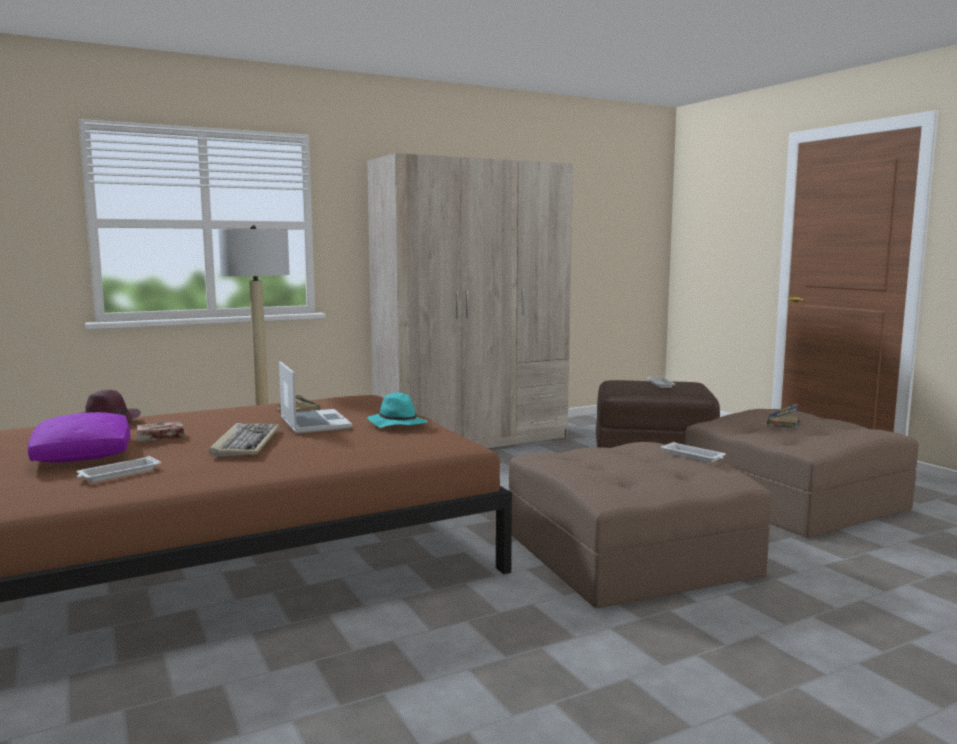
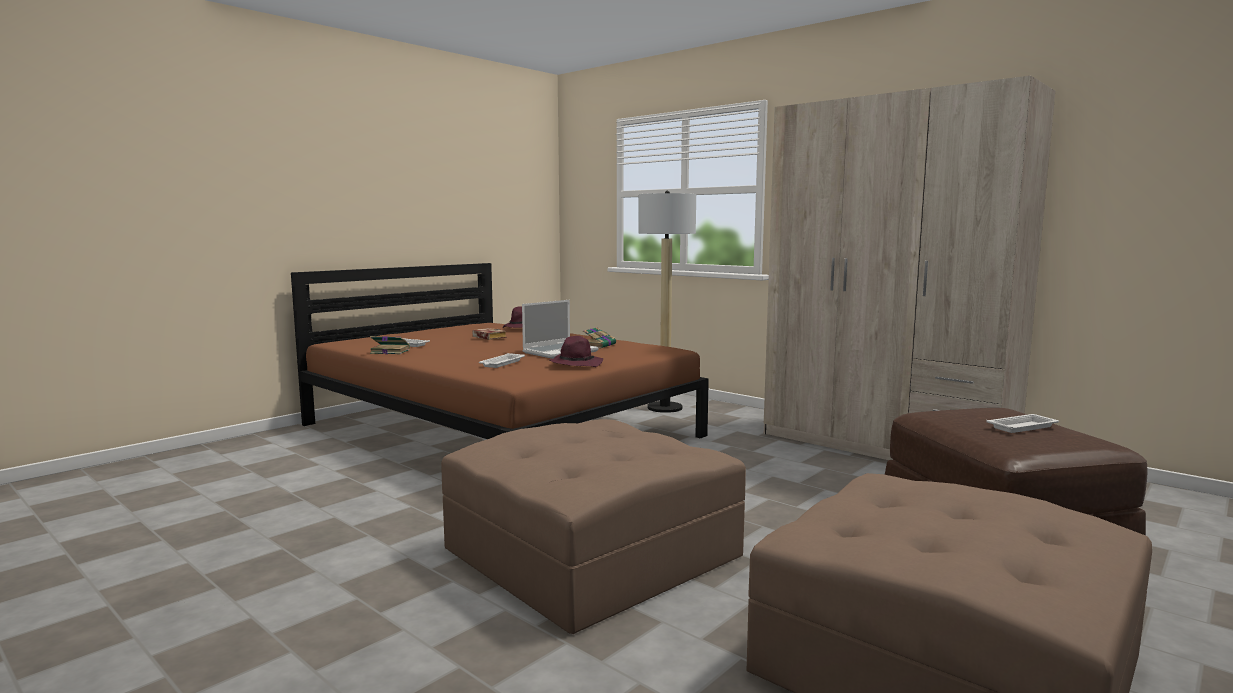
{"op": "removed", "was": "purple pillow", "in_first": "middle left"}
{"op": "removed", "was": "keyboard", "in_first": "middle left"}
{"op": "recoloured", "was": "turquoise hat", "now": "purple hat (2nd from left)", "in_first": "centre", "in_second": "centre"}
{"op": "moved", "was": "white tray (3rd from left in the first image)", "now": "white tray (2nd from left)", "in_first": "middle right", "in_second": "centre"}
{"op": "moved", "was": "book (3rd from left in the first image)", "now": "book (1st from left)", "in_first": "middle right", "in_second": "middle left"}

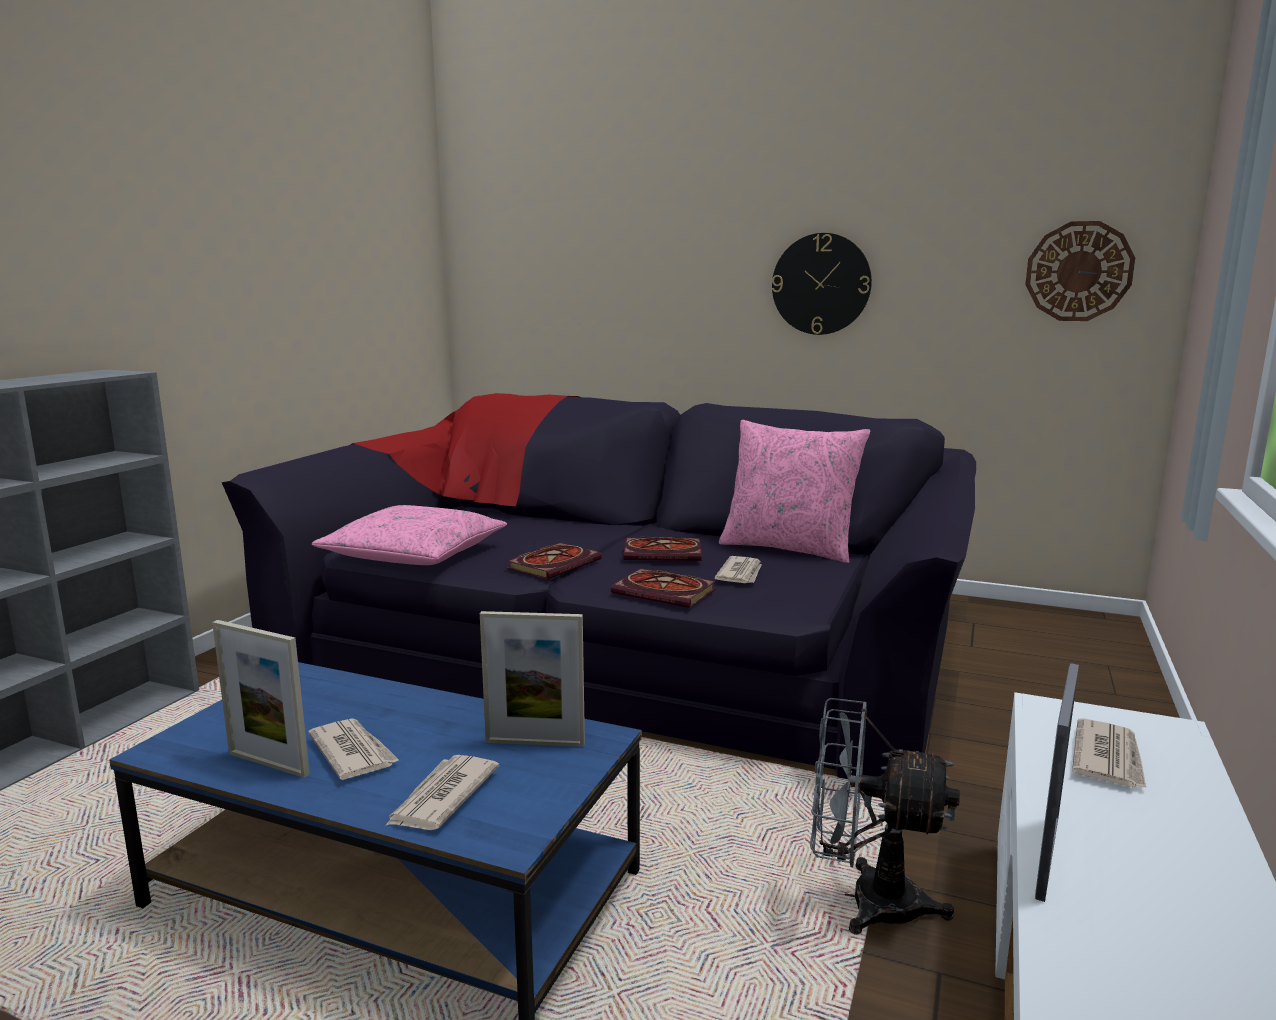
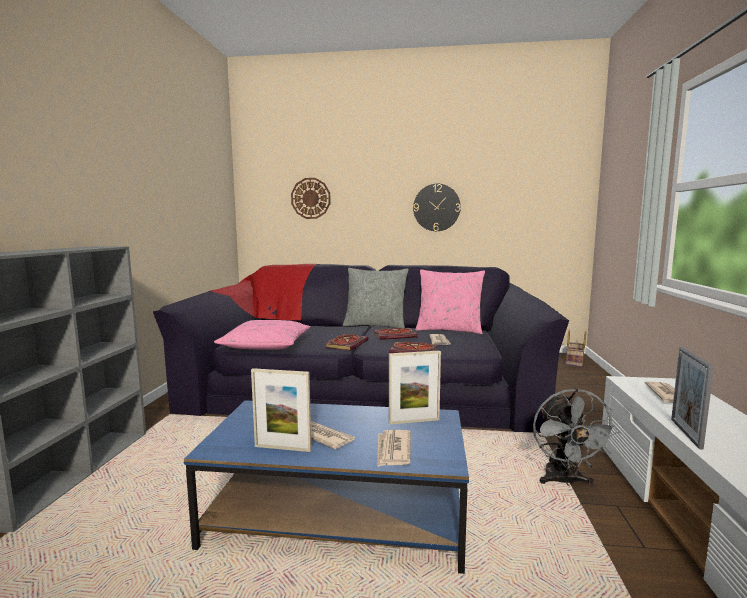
{"op": "turned", "was": "grey fan", "in_first": "bottom right", "in_second": "bottom right", "clockwise": -90}
{"op": "moved", "was": "wall clock (2nd from left in the first image)", "now": "wall clock (1st from left)", "in_first": "top right", "in_second": "top centre"}
{"op": "added", "now": "grey pillow", "in_second": "centre"}
{"op": "added", "now": "basket", "in_second": "middle right"}

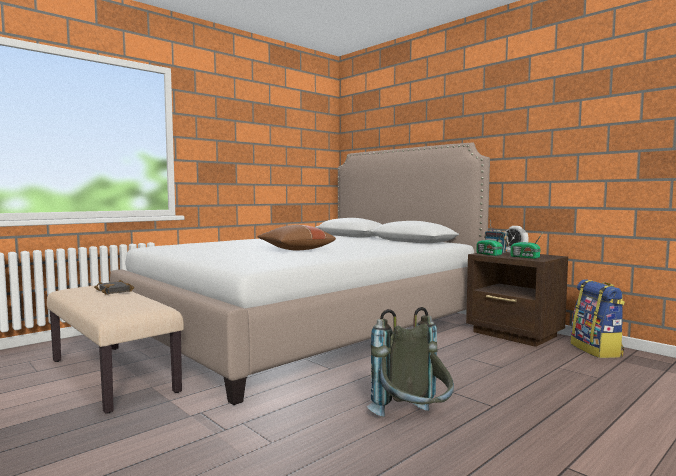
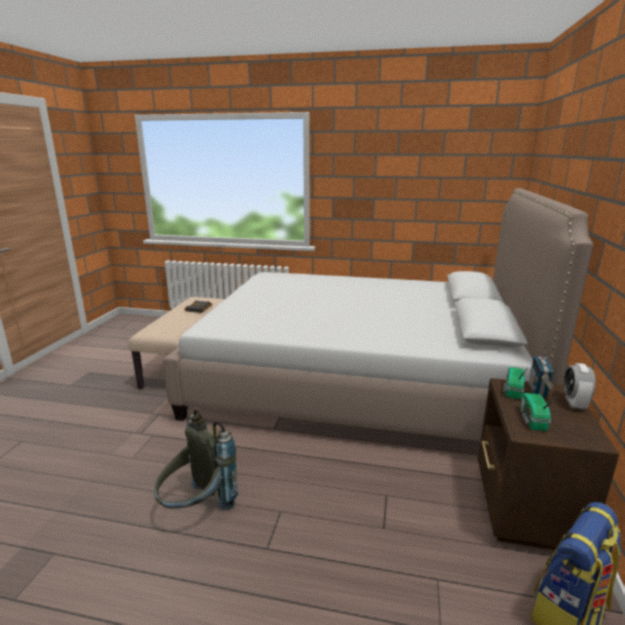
{"op": "removed", "was": "brown pillow", "in_first": "centre"}

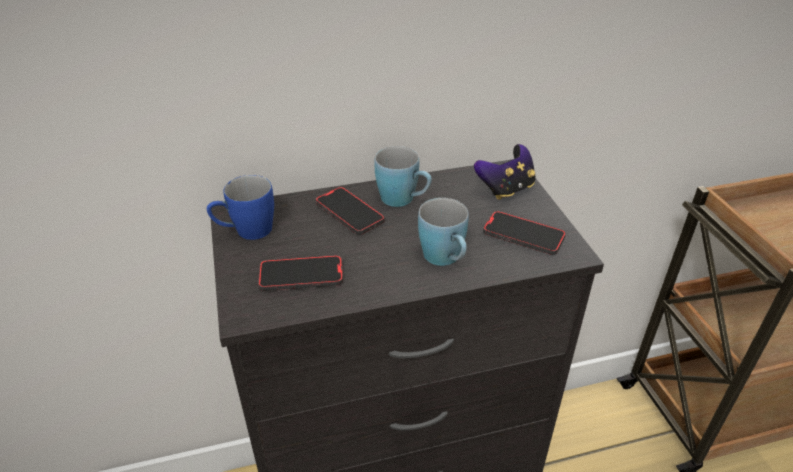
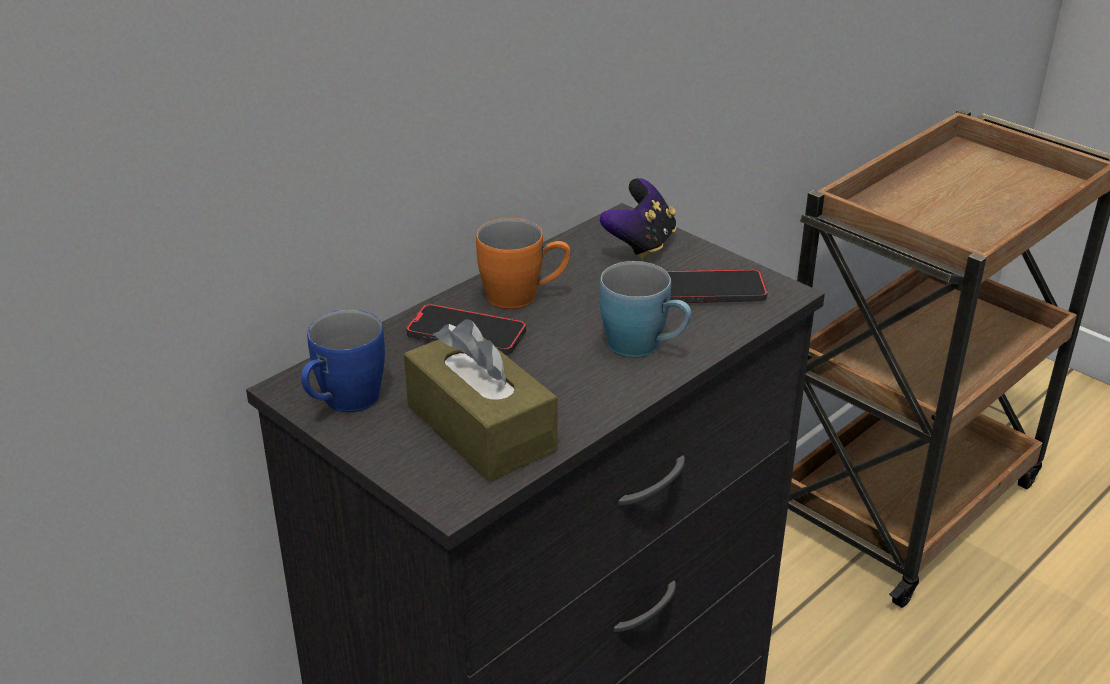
{"op": "replaced", "was": "phone (1st from left)", "now": "brown tissue box", "in_first": "centre", "in_second": "centre"}
{"op": "recoloured", "was": "blue mug (2nd from left)", "now": "orange mug", "in_first": "centre", "in_second": "centre"}

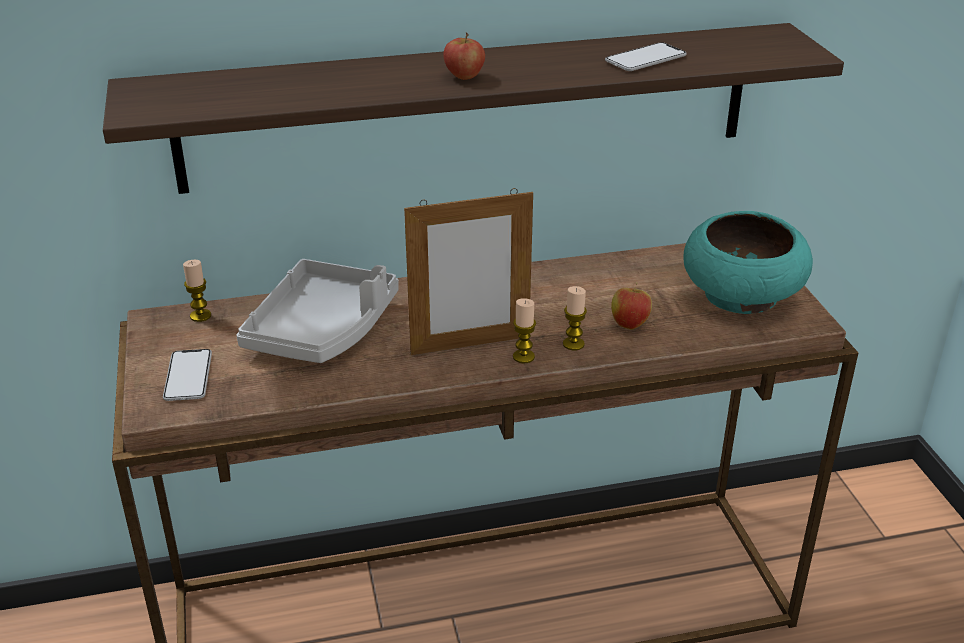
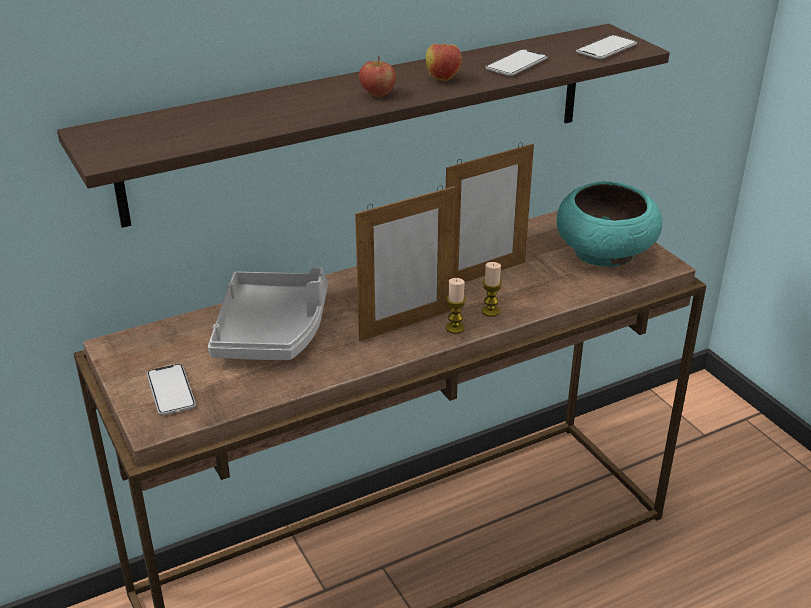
{"op": "removed", "was": "candle (1st from left)", "in_first": "middle left"}
{"op": "moved", "was": "apple (2nd from left)", "in_first": "centre", "in_second": "top centre"}
{"op": "added", "now": "picture frame (2nd from left)", "in_second": "centre"}
{"op": "added", "now": "phone (3rd from left)", "in_second": "top right"}

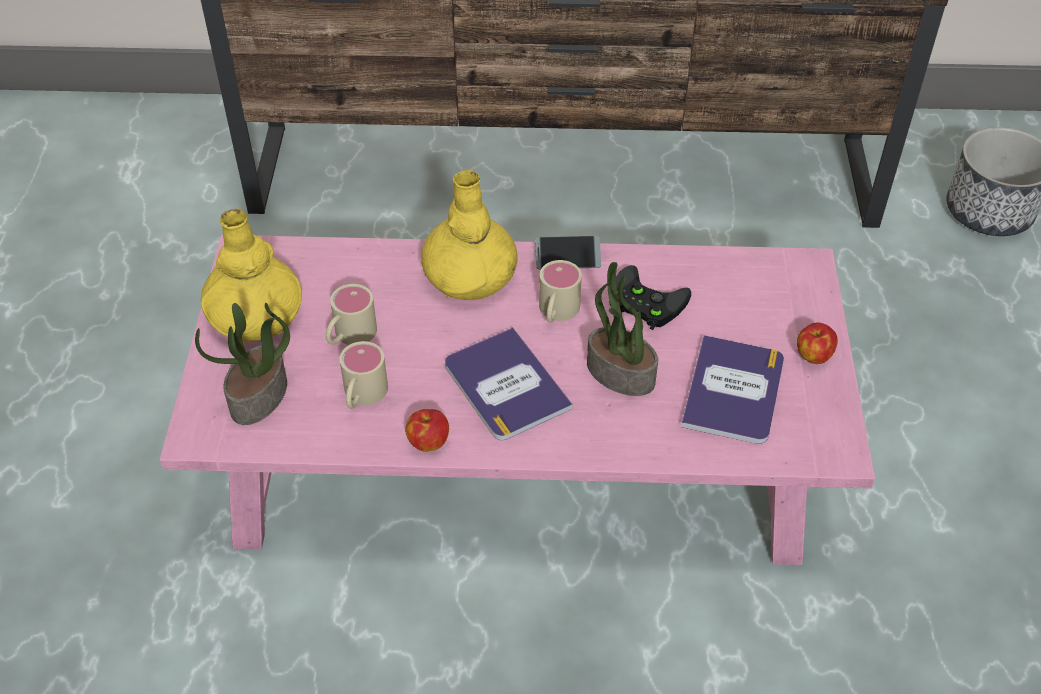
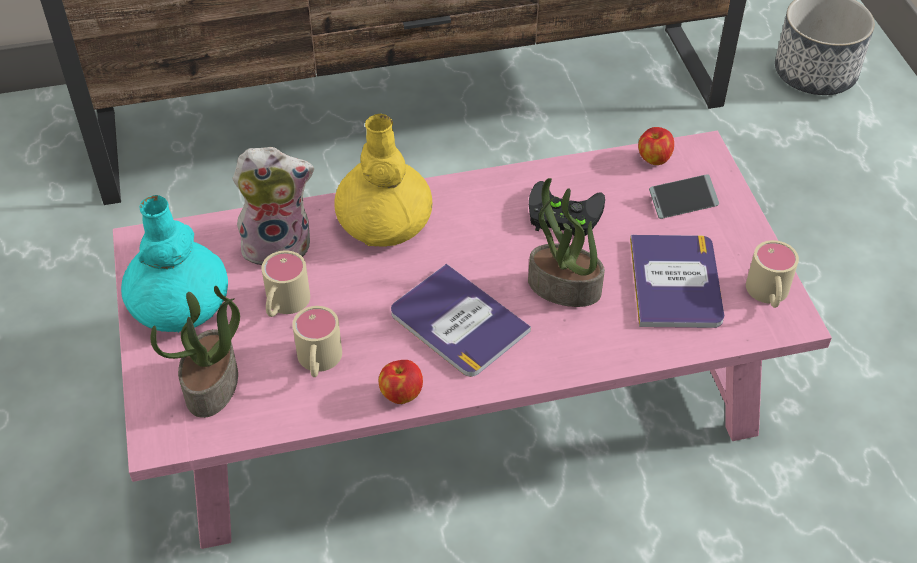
{"op": "recoloured", "was": "yellow vase (1st from left)", "now": "turquoise vase", "in_first": "middle left", "in_second": "middle left"}
{"op": "moved", "was": "phone", "in_first": "centre", "in_second": "middle right"}
{"op": "moved", "was": "beige mug (3rd from left)", "in_first": "centre", "in_second": "middle right"}
{"op": "moved", "was": "apple (2nd from left)", "in_first": "middle right", "in_second": "top right"}
{"op": "added", "now": "plush toy", "in_second": "middle left"}

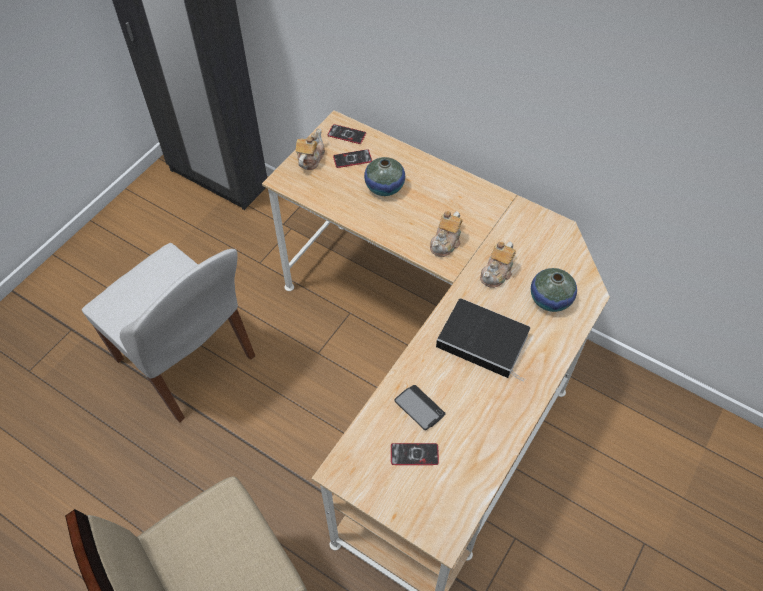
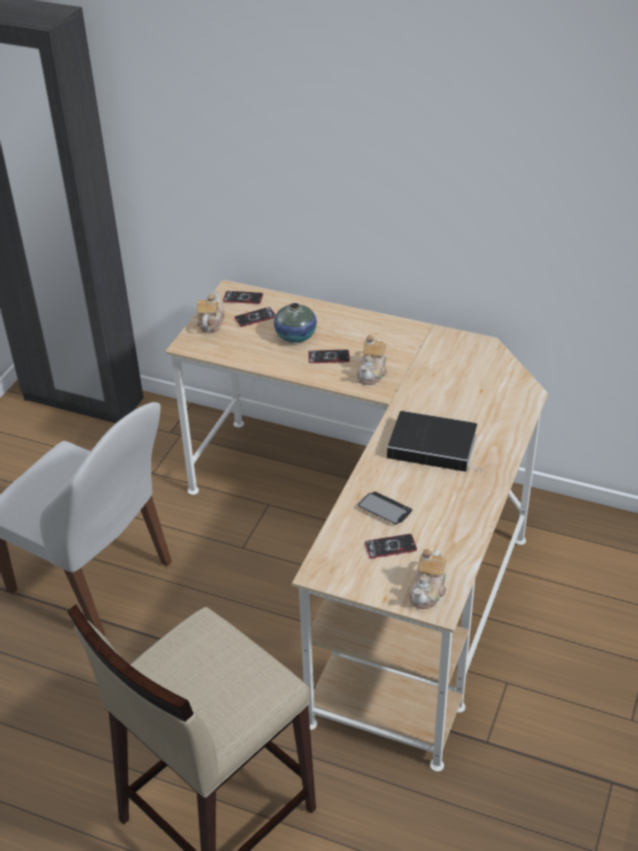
{"op": "moved", "was": "teapot (3rd from left)", "in_first": "centre", "in_second": "bottom right"}
{"op": "removed", "was": "vase (2nd from left)", "in_first": "middle right"}
{"op": "added", "now": "phone (3rd from left)", "in_second": "centre"}

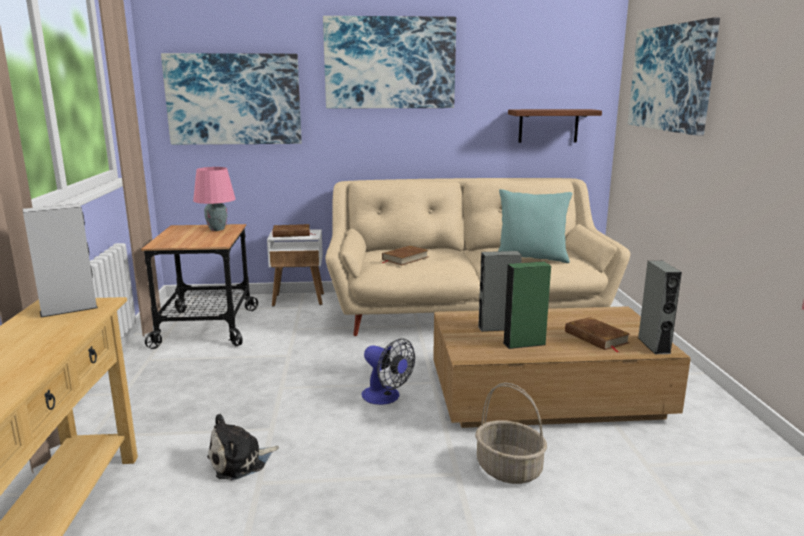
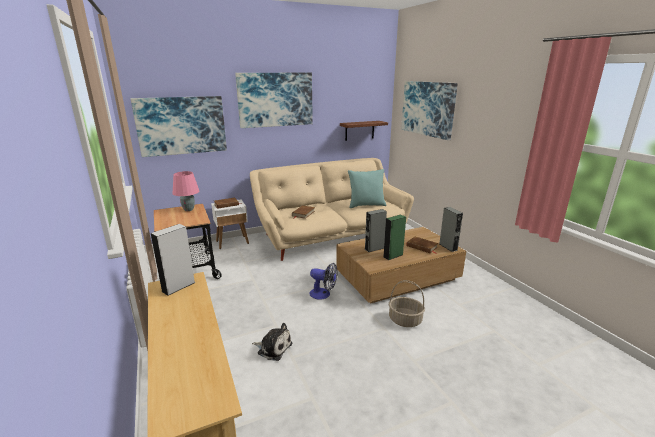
{"op": "turned", "was": "plush toy", "in_first": "bottom left", "in_second": "bottom centre", "clockwise": -105}

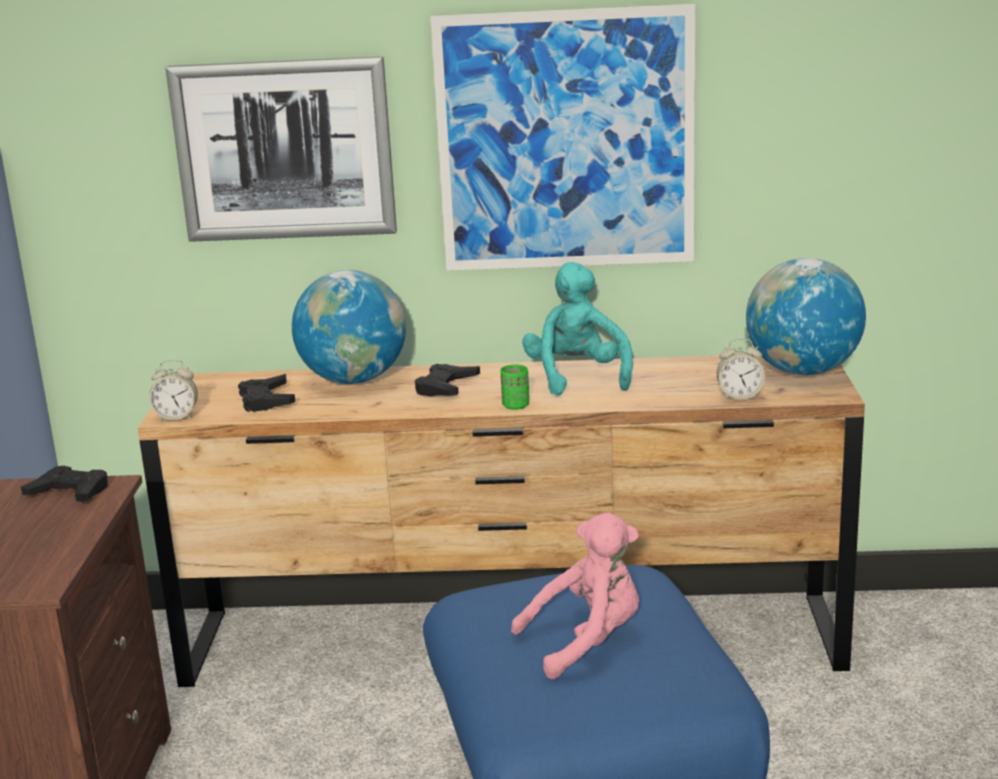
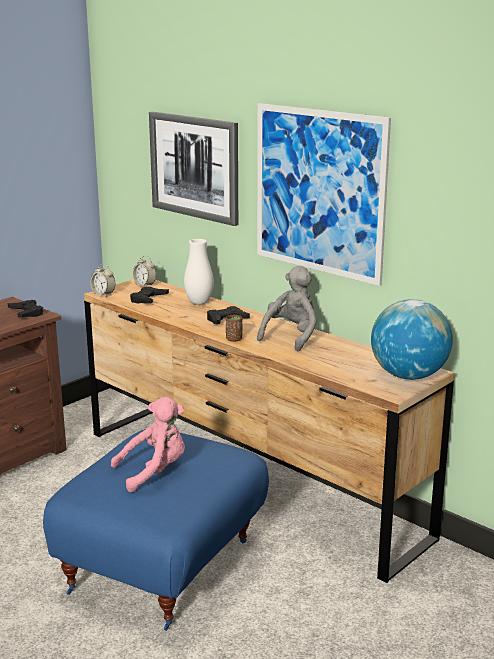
{"op": "replaced", "was": "globe (1st from left)", "now": "white vase", "in_first": "centre", "in_second": "centre"}
{"op": "recoloured", "was": "green cup", "now": "brown cup", "in_first": "centre", "in_second": "centre"}
{"op": "turned", "was": "pink plush toy", "in_first": "bottom centre", "in_second": "bottom left", "clockwise": -45}
{"op": "recoloured", "was": "turquoise plush toy", "now": "grey plush toy", "in_first": "centre", "in_second": "centre"}
{"op": "moved", "was": "alarm clock (2nd from left)", "in_first": "middle right", "in_second": "middle left"}

